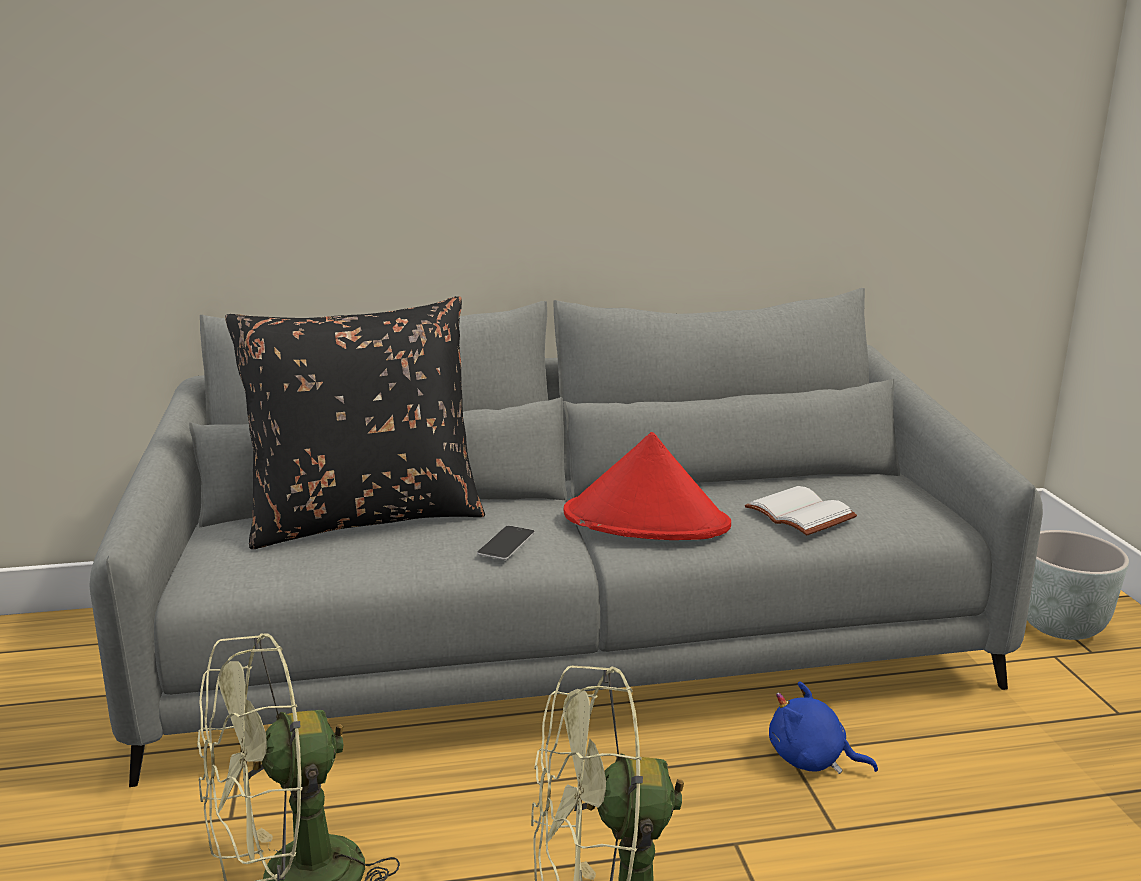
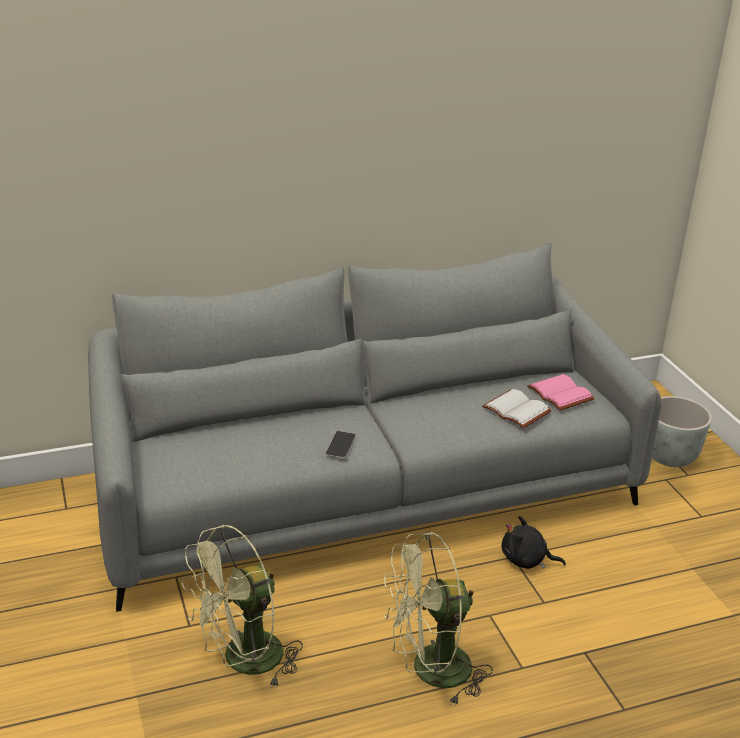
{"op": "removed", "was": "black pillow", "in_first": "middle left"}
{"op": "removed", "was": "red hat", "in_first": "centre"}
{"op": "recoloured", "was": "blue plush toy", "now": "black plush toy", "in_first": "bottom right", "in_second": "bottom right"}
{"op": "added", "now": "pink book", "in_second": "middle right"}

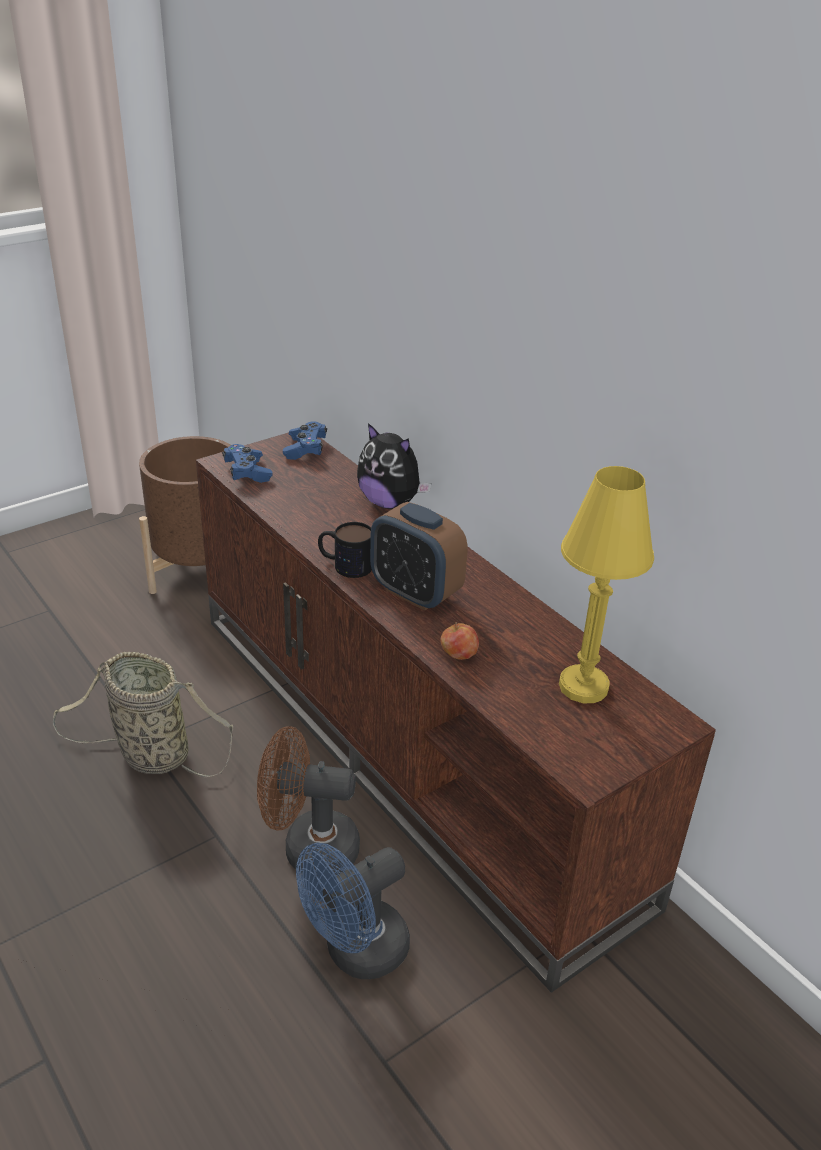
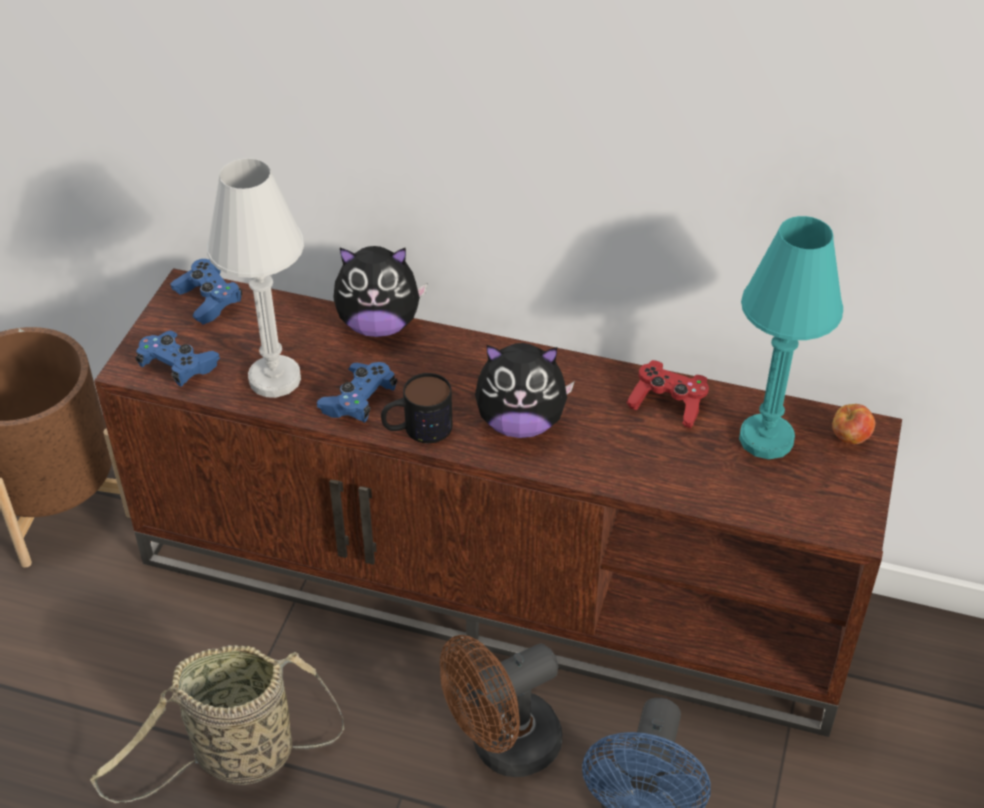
{"op": "replaced", "was": "alarm clock", "now": "plush toy (2nd from left)", "in_first": "centre", "in_second": "centre"}
{"op": "moved", "was": "apple", "in_first": "centre", "in_second": "middle right"}
{"op": "recoloured", "was": "yellow table lamp", "now": "turquoise table lamp", "in_first": "middle right", "in_second": "middle right"}
{"op": "added", "now": "white table lamp", "in_second": "middle left"}
{"op": "added", "now": "blue game controller (3rd from left)", "in_second": "centre"}
{"op": "added", "now": "red game controller", "in_second": "middle right"}

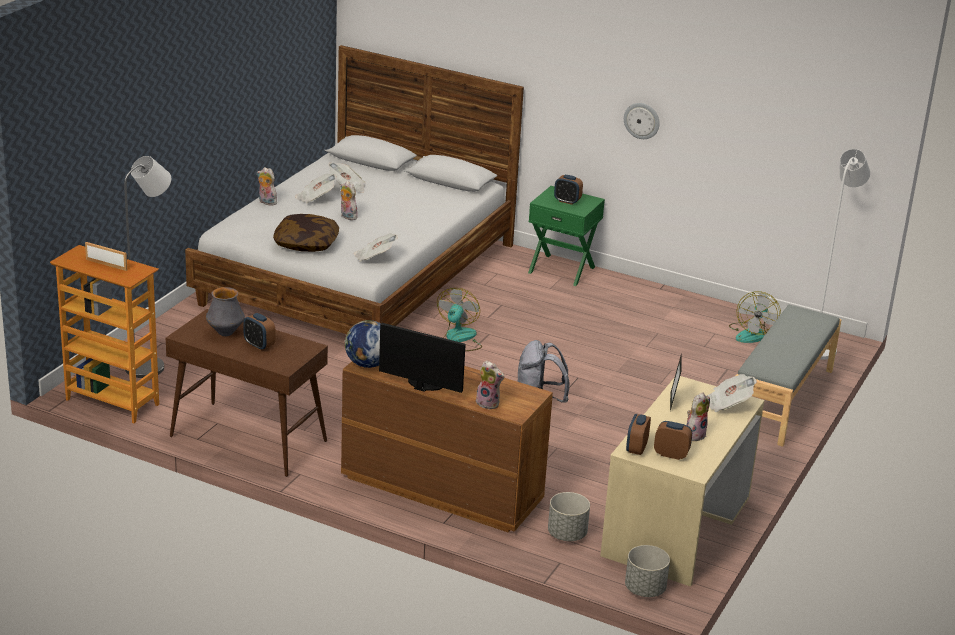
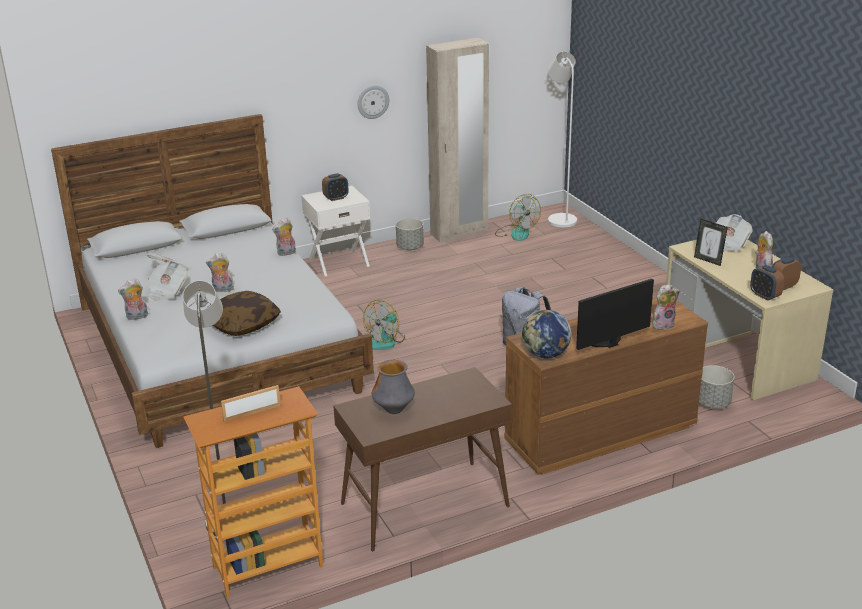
{"op": "removed", "was": "alarm clock (1st from left)", "in_first": "middle left"}
{"op": "removed", "was": "newspaper (3rd from left)", "in_first": "centre"}
{"op": "turned", "was": "fan (1st from left)", "in_first": "centre", "in_second": "centre", "clockwise": -105}
{"op": "recoloured", "was": "green nightstand", "now": "white nightstand", "in_first": "centre", "in_second": "centre"}
{"op": "moved", "was": "grey planter (2nd from left in the first image)", "now": "grey planter (1st from left)", "in_first": "bottom right", "in_second": "centre"}
{"op": "removed", "was": "grey bench", "in_first": "middle right"}
{"op": "added", "now": "plush toy (3rd from left)", "in_second": "middle left"}
{"op": "added", "now": "beige wardrobe", "in_second": "top centre"}

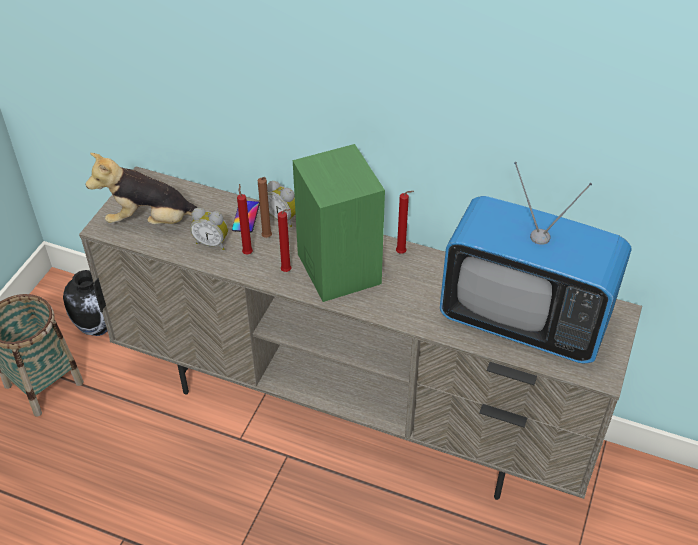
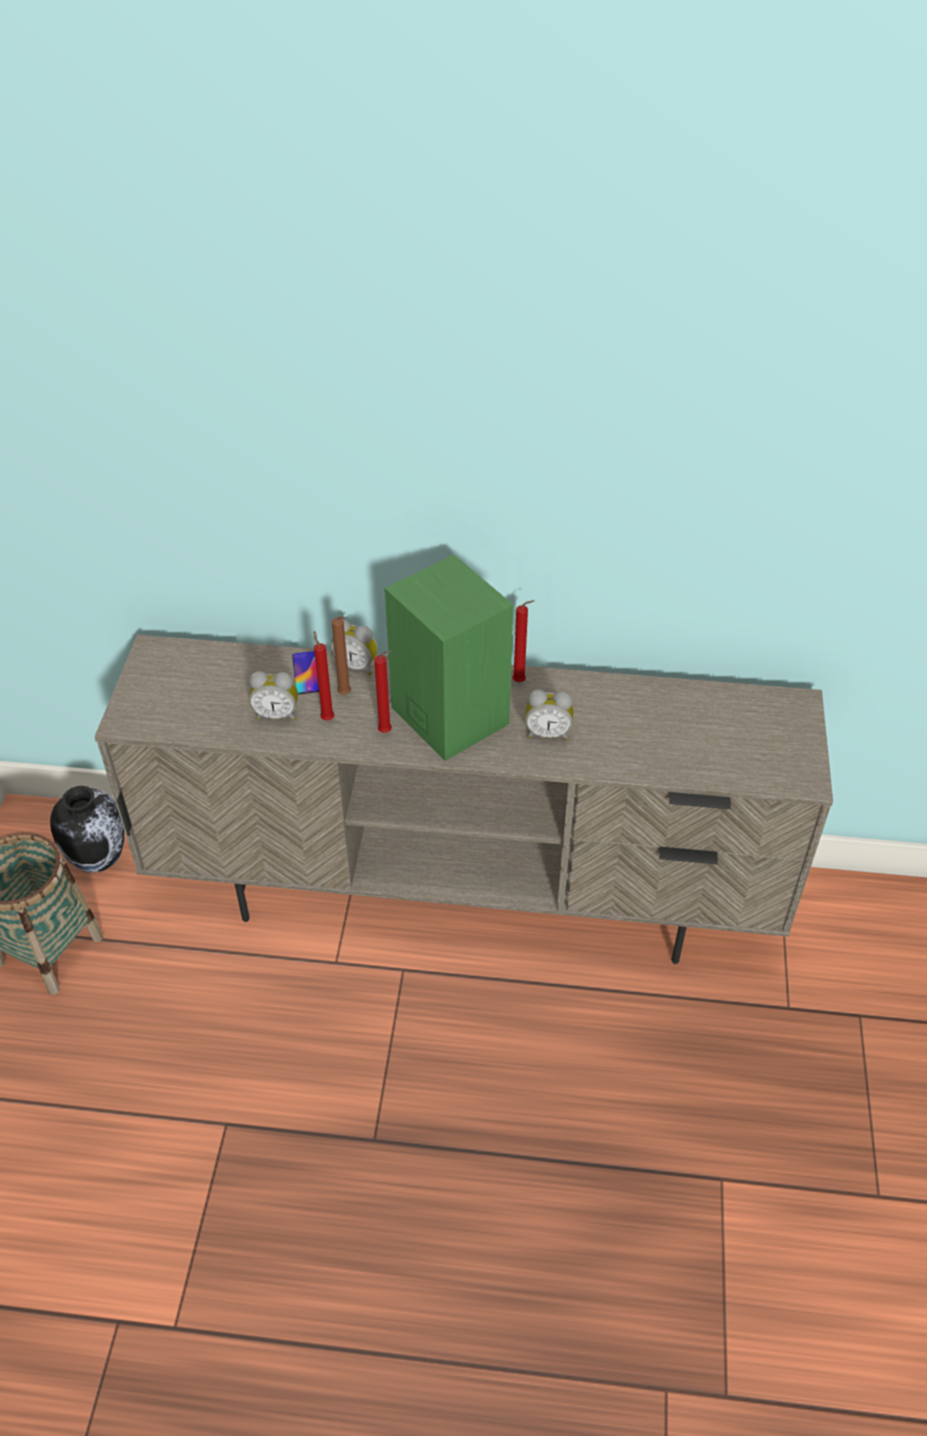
{"op": "removed", "was": "plush toy", "in_first": "middle left"}
{"op": "removed", "was": "television", "in_first": "middle right"}
{"op": "added", "now": "alarm clock (3rd from left)", "in_second": "centre"}

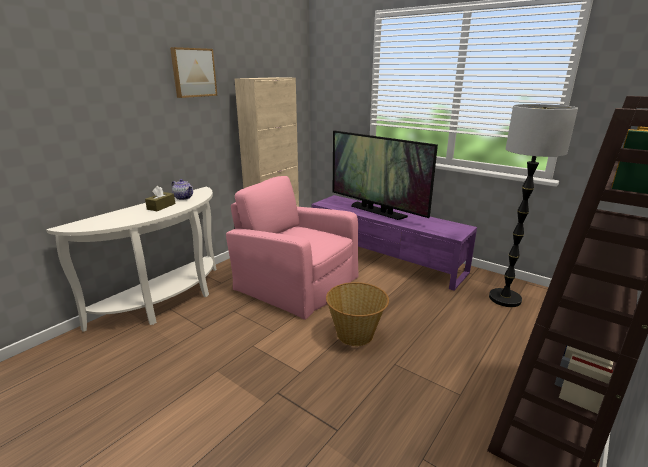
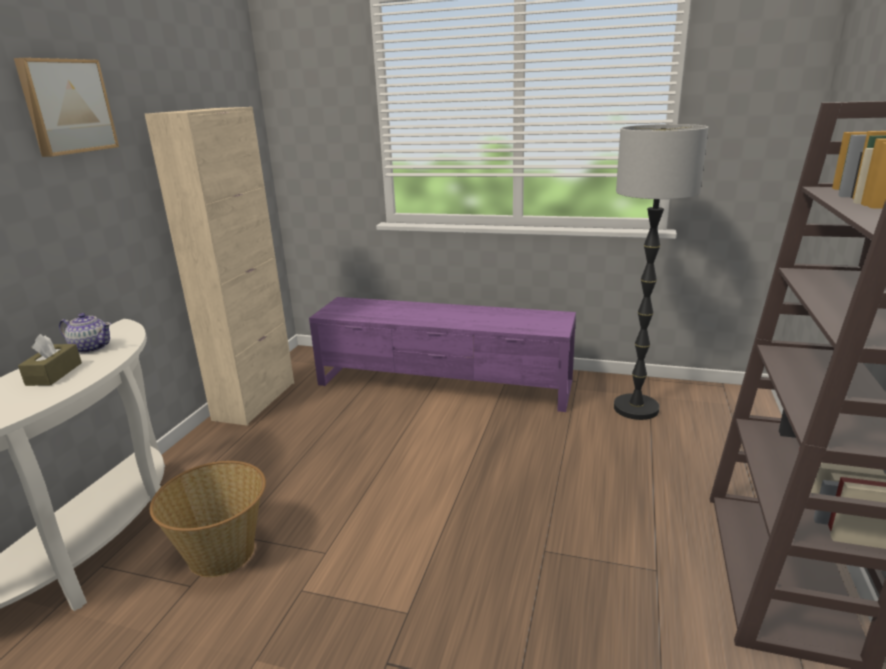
{"op": "removed", "was": "pink armchair", "in_first": "centre"}
{"op": "moved", "was": "basket", "in_first": "bottom centre", "in_second": "bottom left"}
{"op": "removed", "was": "television", "in_first": "centre"}

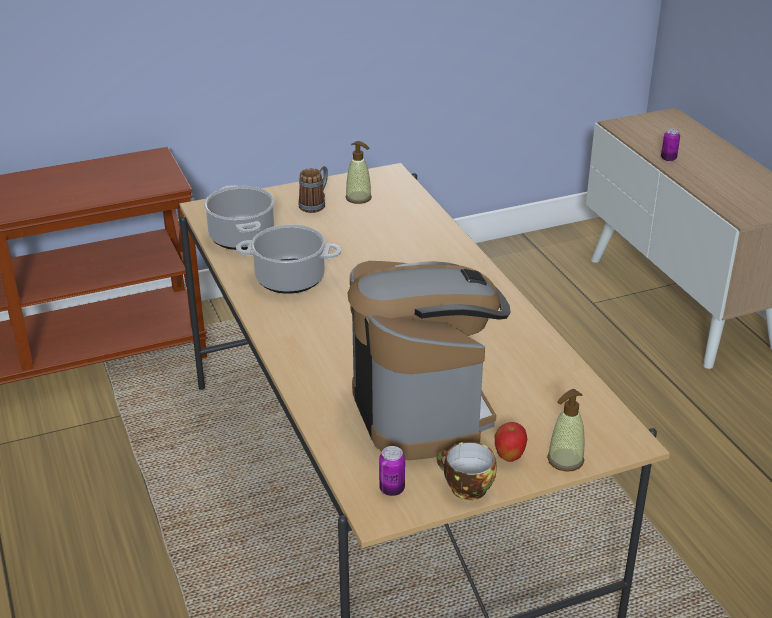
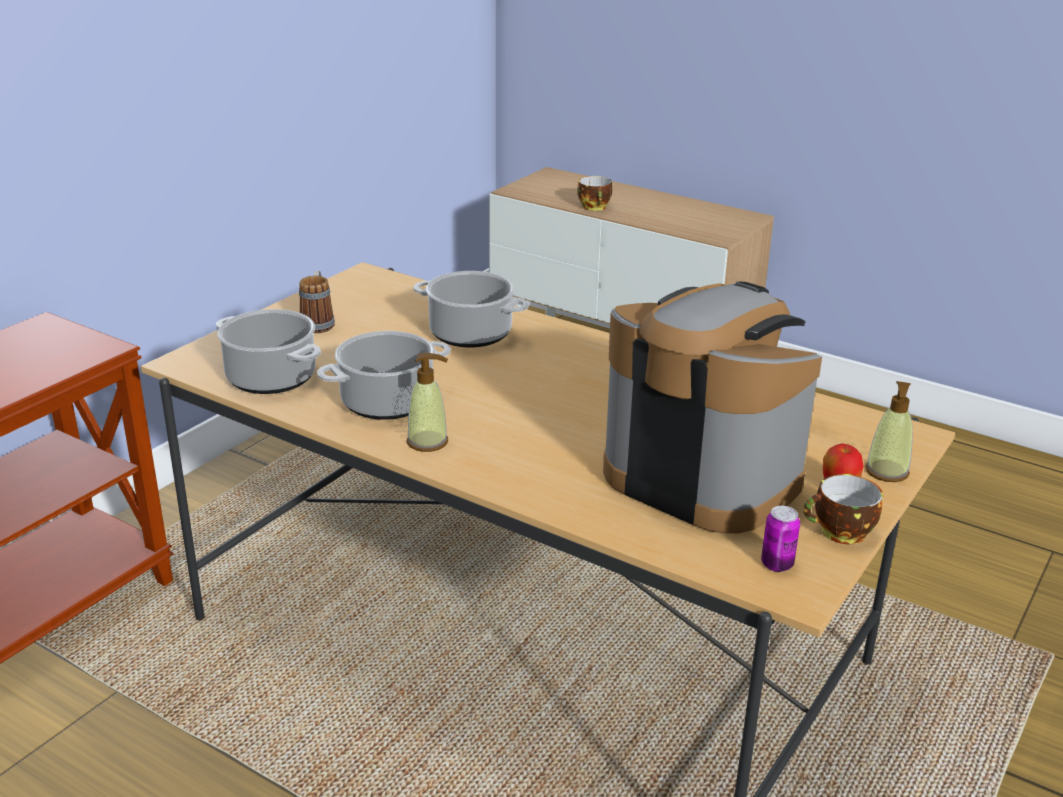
{"op": "moved", "was": "soap dispenser (1st from left)", "in_first": "top centre", "in_second": "centre"}
{"op": "replaced", "was": "can (2nd from left)", "now": "cup (1st from left)", "in_first": "top right", "in_second": "top centre"}
{"op": "added", "now": "cooking pot (3rd from left)", "in_second": "centre"}

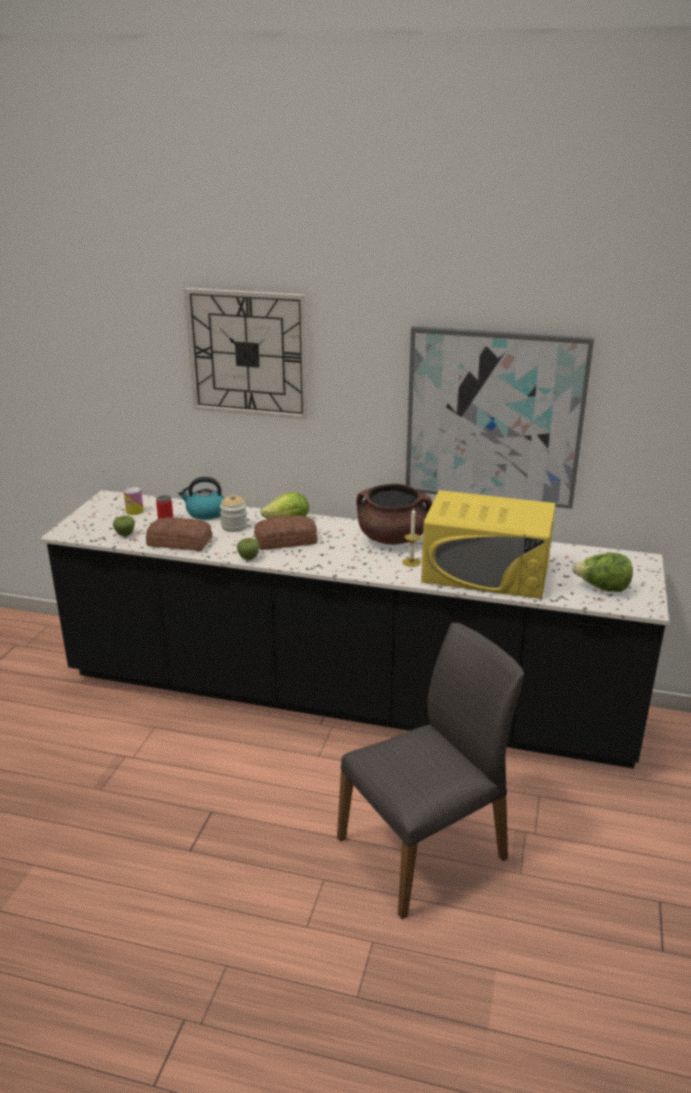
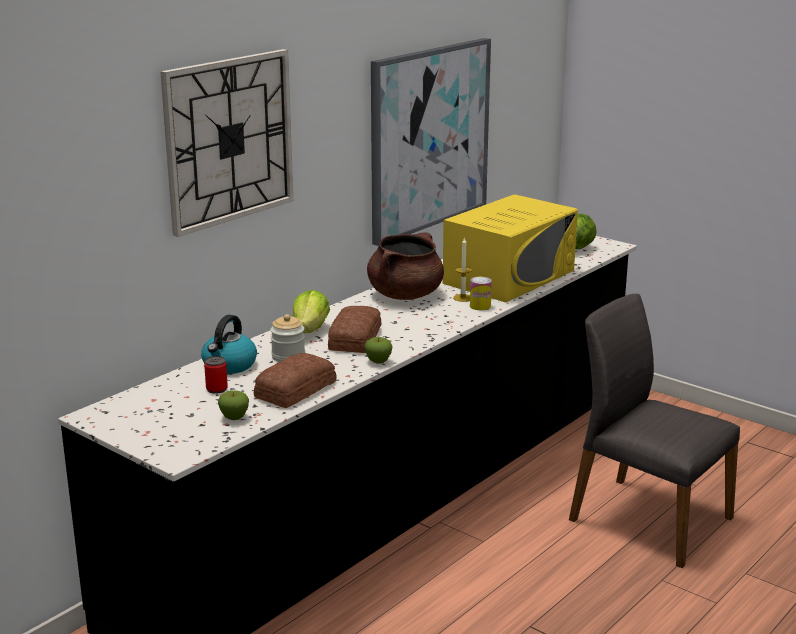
{"op": "moved", "was": "can (1st from left in the first image)", "now": "can (2nd from left)", "in_first": "middle left", "in_second": "centre"}
{"op": "turned", "was": "grey chair", "in_first": "bottom centre", "in_second": "bottom right", "clockwise": -45}

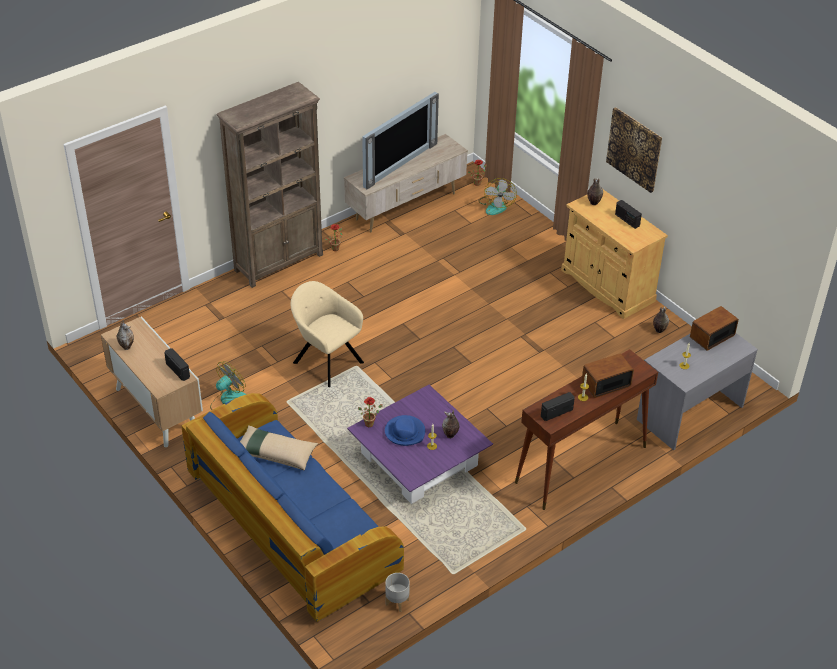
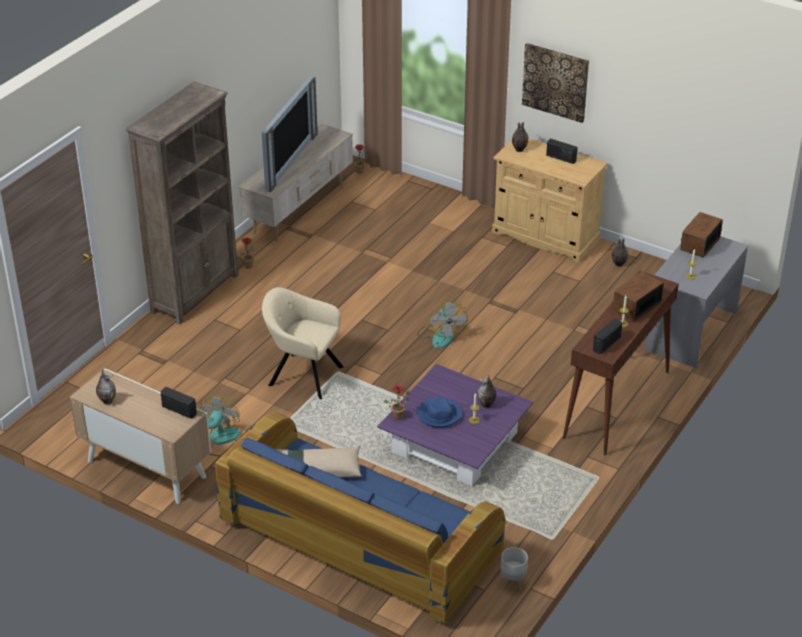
{"op": "moved", "was": "fan (2nd from left)", "in_first": "top centre", "in_second": "centre"}

